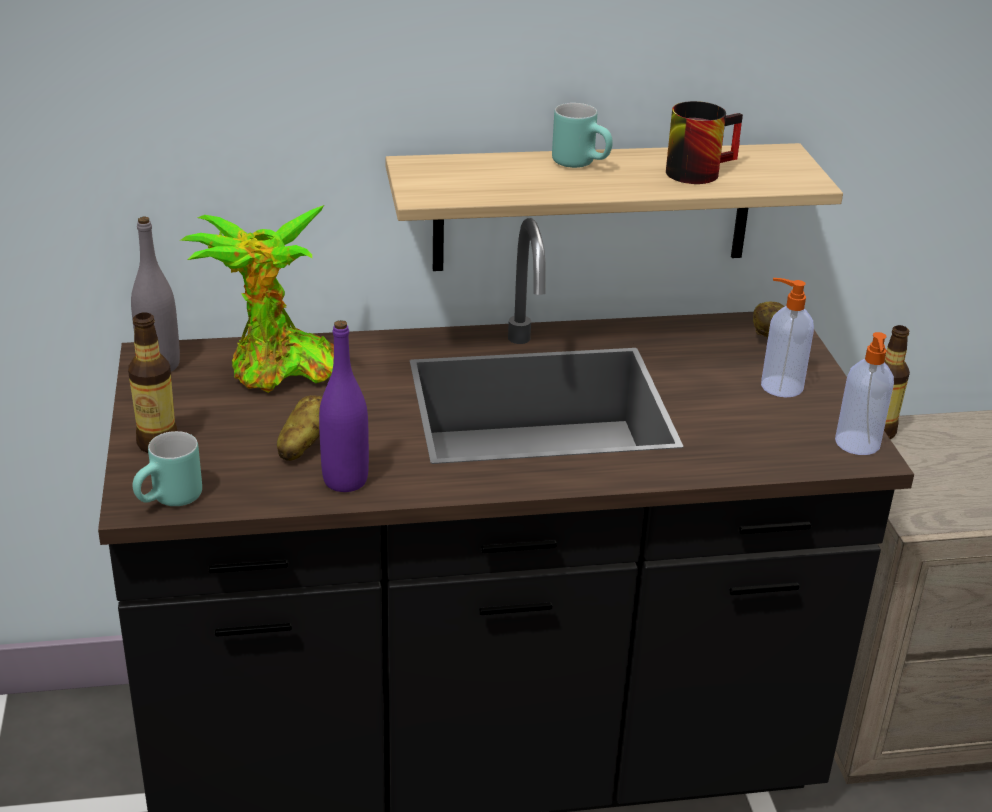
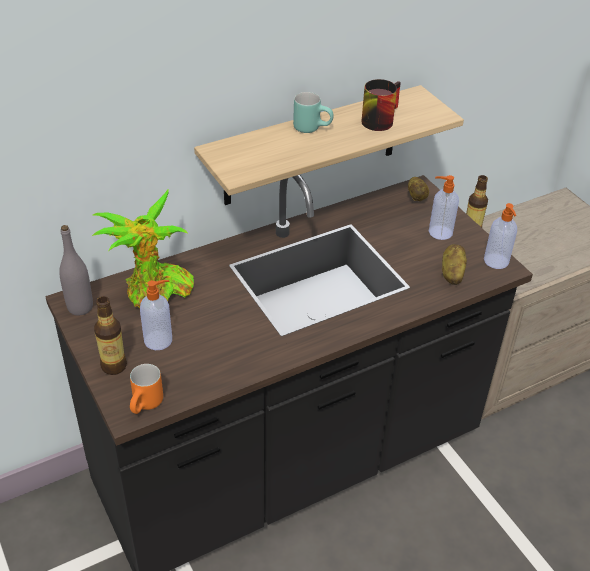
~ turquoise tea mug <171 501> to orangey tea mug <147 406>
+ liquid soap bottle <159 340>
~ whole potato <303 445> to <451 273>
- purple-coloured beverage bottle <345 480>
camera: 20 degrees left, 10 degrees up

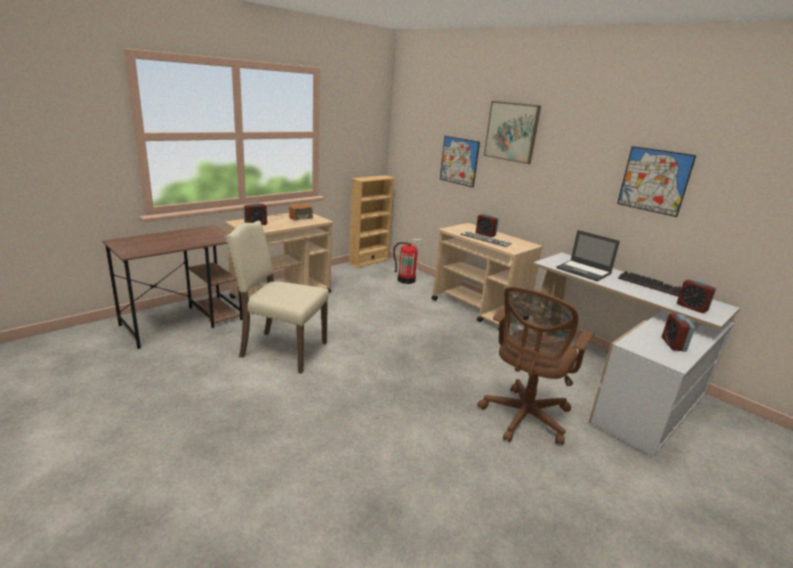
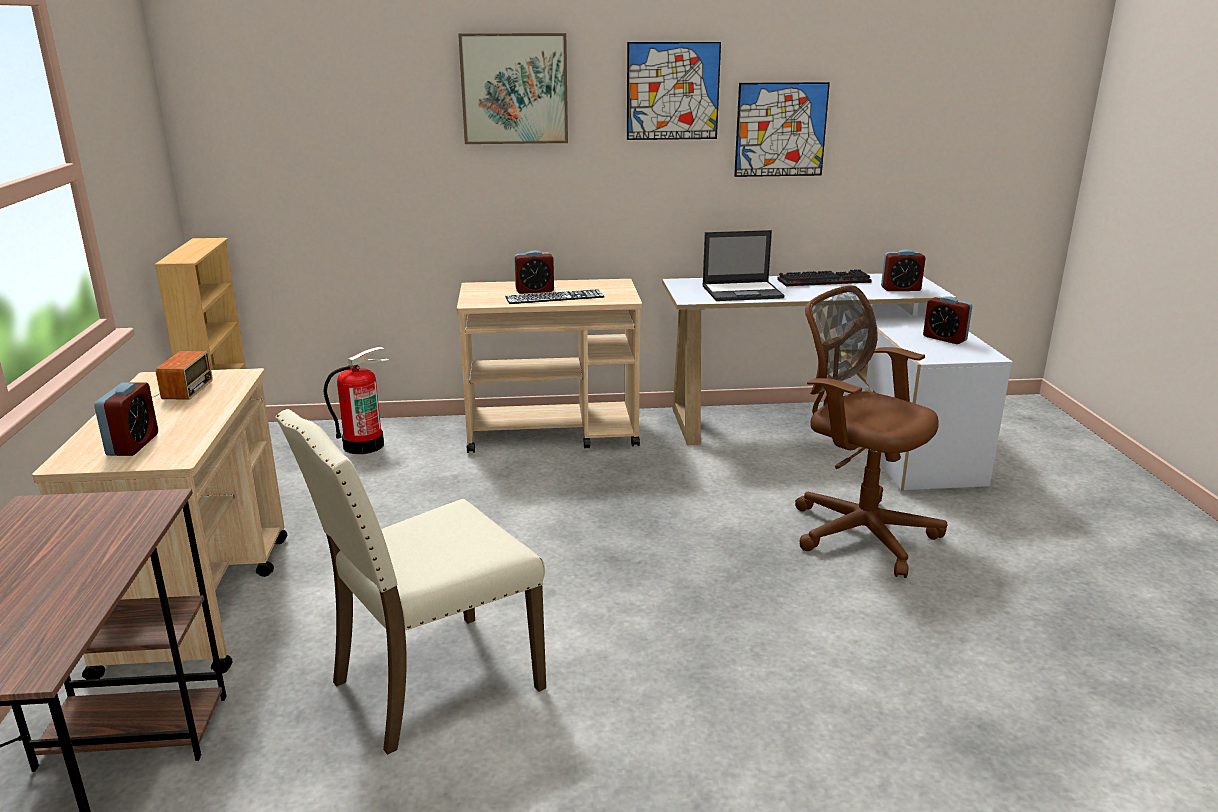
~ wall picture <459 161> to <672 91>
~ brown computer chair <523 419> = <857 531> 150 degrees clockwise
camera: 50 degrees left, 0 degrees up

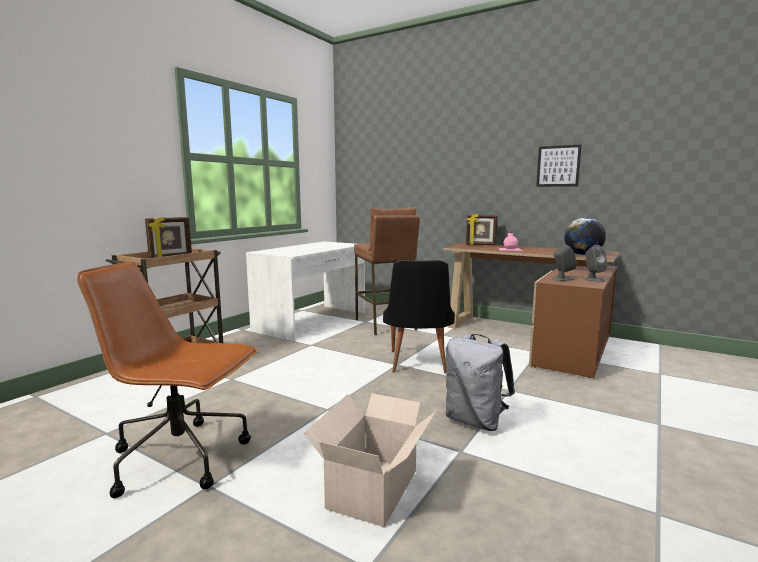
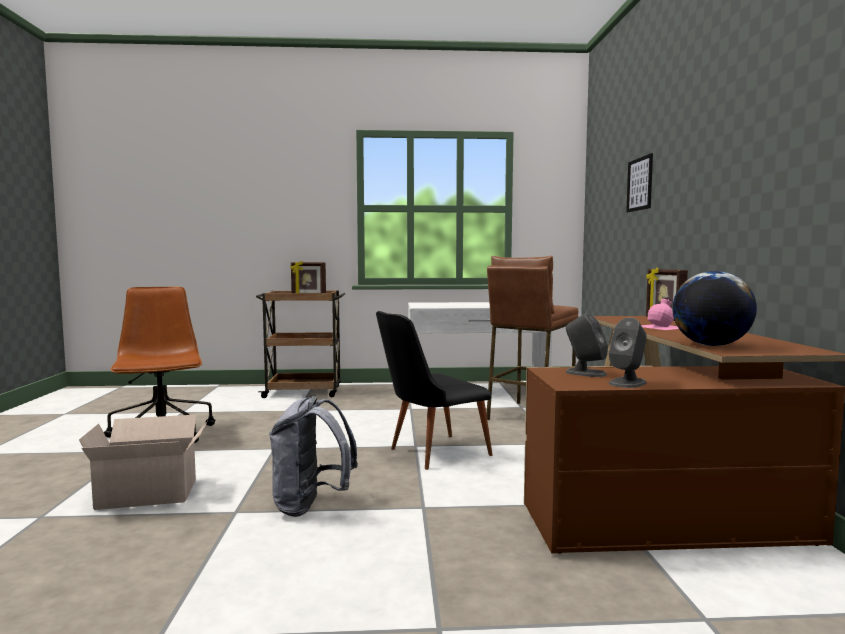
~ wall picture <558 166> to <640 184>
camera: 55 degrees right, 5 degrees down

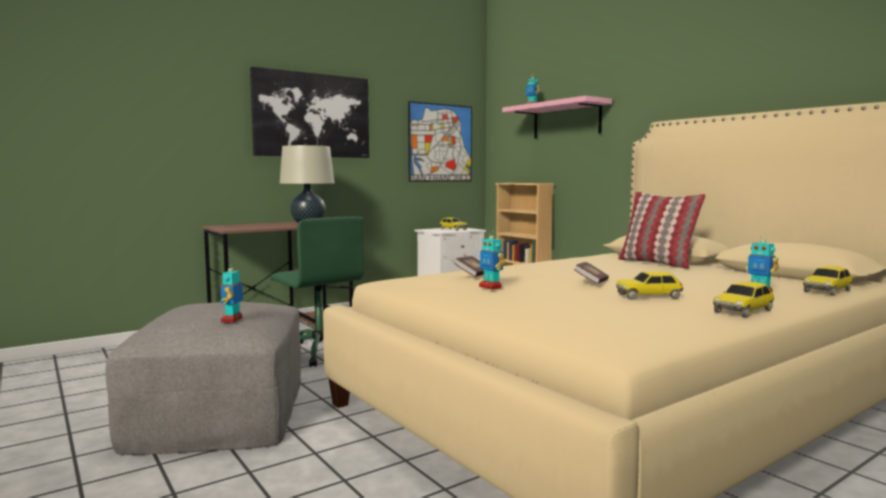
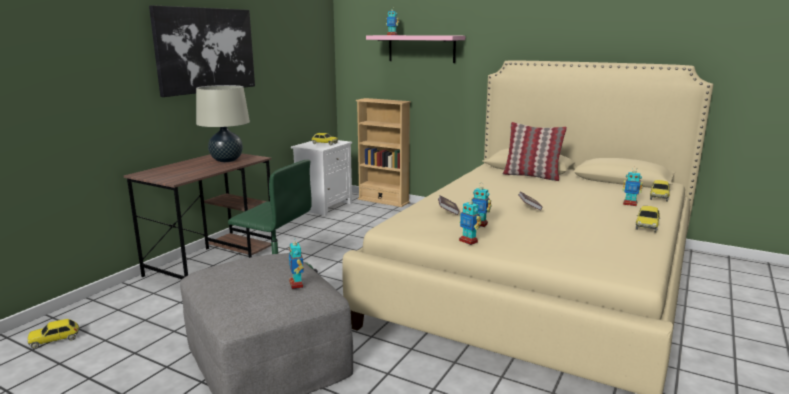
~ toy car <648 296> to <55 339>
+ robot figure <468 241>
- wall picture <440 143>
camera: 25 degrees left, 10 degrees up

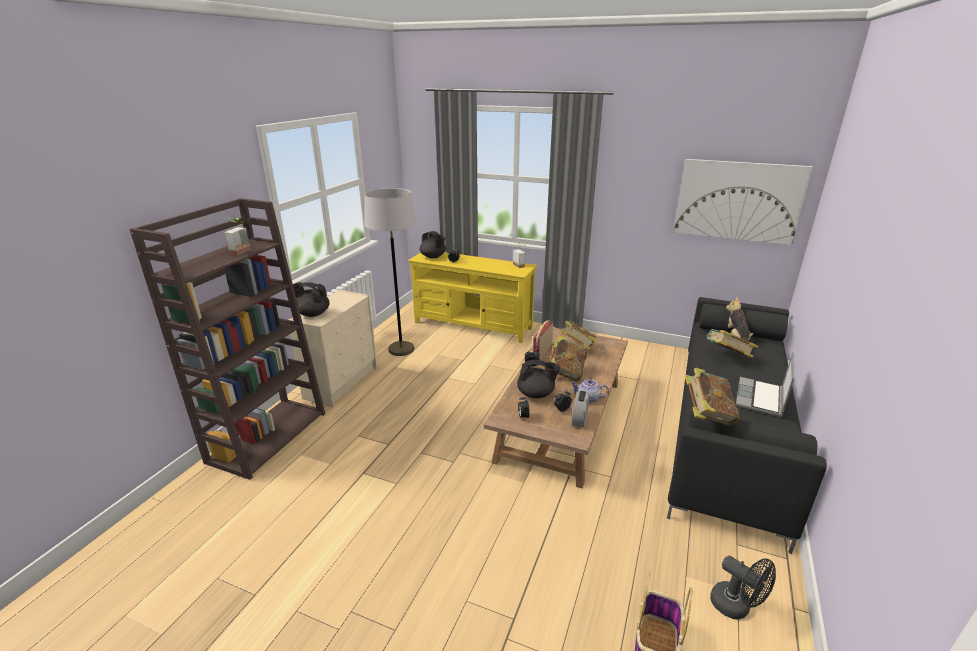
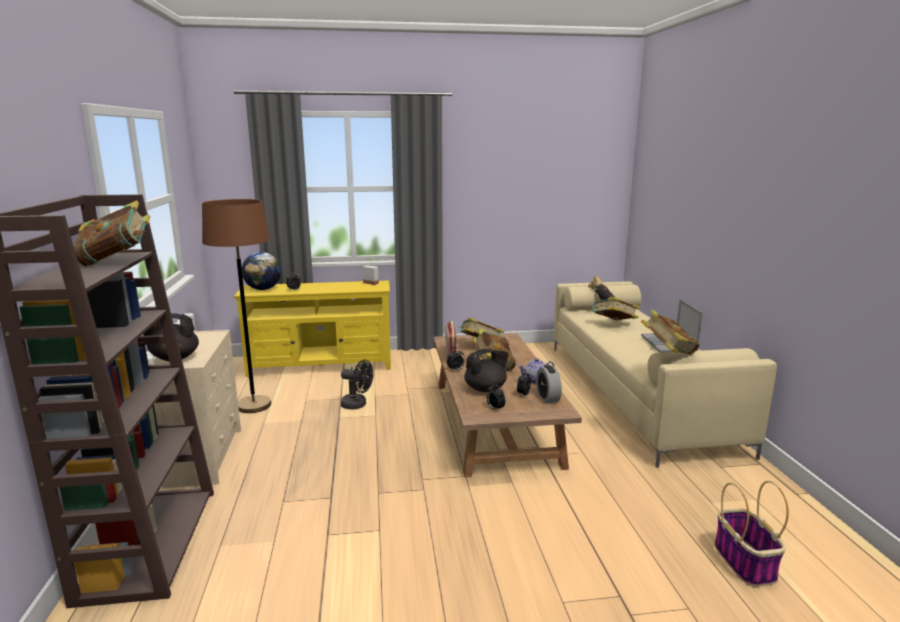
~ houseplant <243 252> to book <117 261>
~ greyish standing lamp <401 349> to brown standing lamp <253 405>
~ blackish teapot <433 257> to world globe <263 289>
~ blackish cooling fan <736 607> to <357 405>
~ blackish couch <728 434> to beige-coloured couch <637 394>
- wall picture <738 201>
camera: 30 degrees left, 10 degrees down

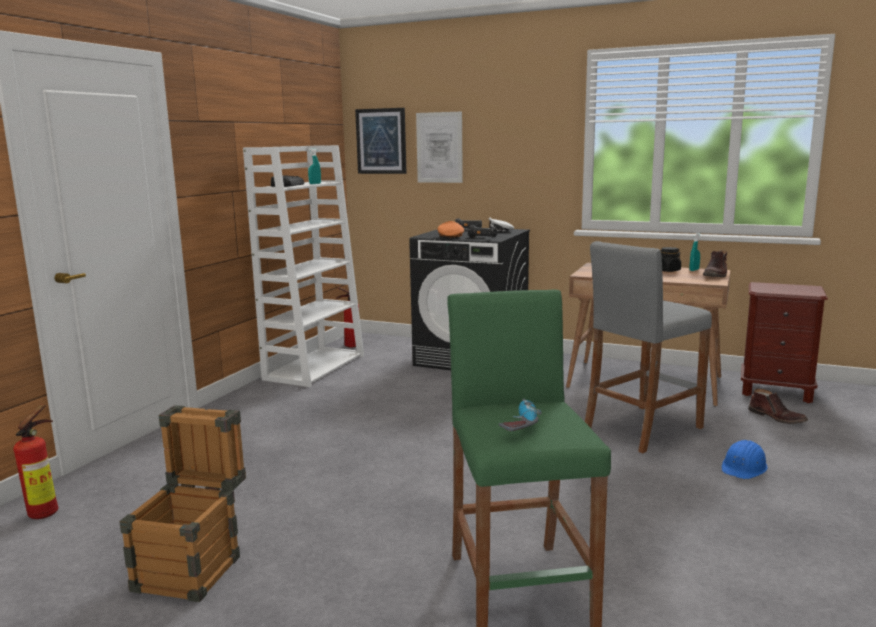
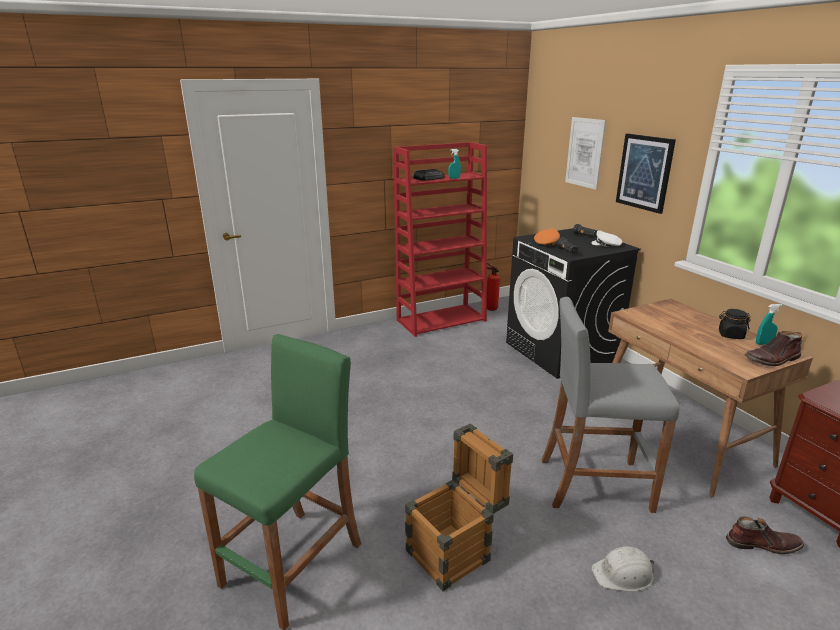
~ white bookcase <315 367> to reddish bookcase <441 320>
~ shipping crate <195 566> to <456 551>
~ blue hard hat <744 467> to white hard hat <623 574>
~ wall picture <381 141> to <644 172>
~ brown boot <777 417> = <762 544> 90 degrees counterclockwise
- fire-fighting cylinder <47 512>
- power drill <519 424>
camera: 40 degrees right, 10 degrees up

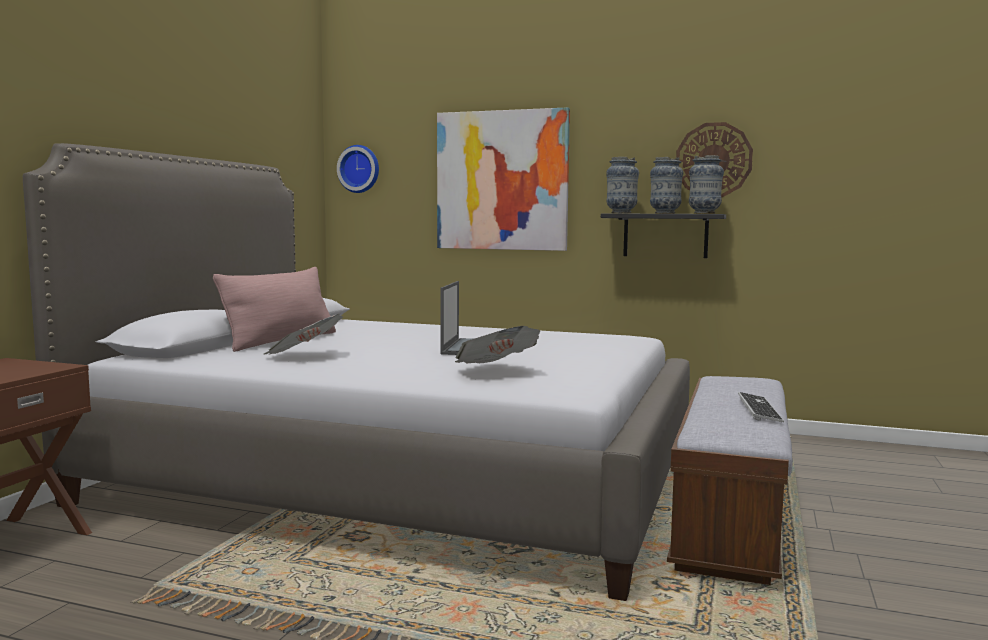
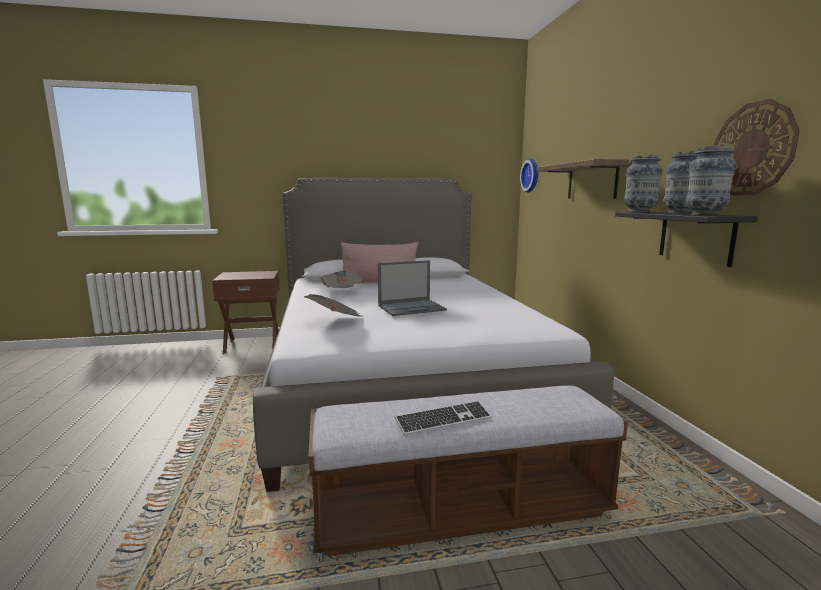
~ wall picture <502 180> to wall shelf <592 181>
camera: 60 degrees right, 5 degrees up

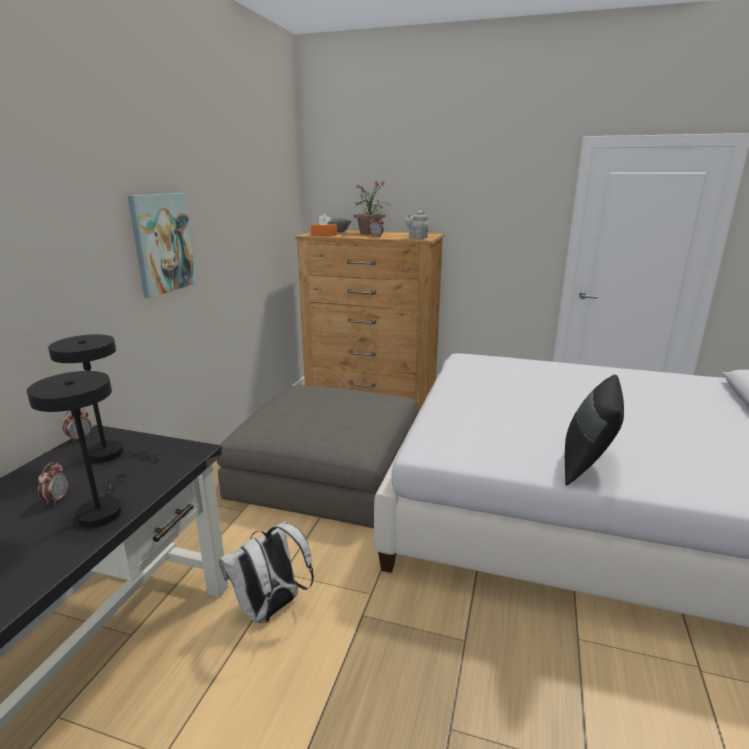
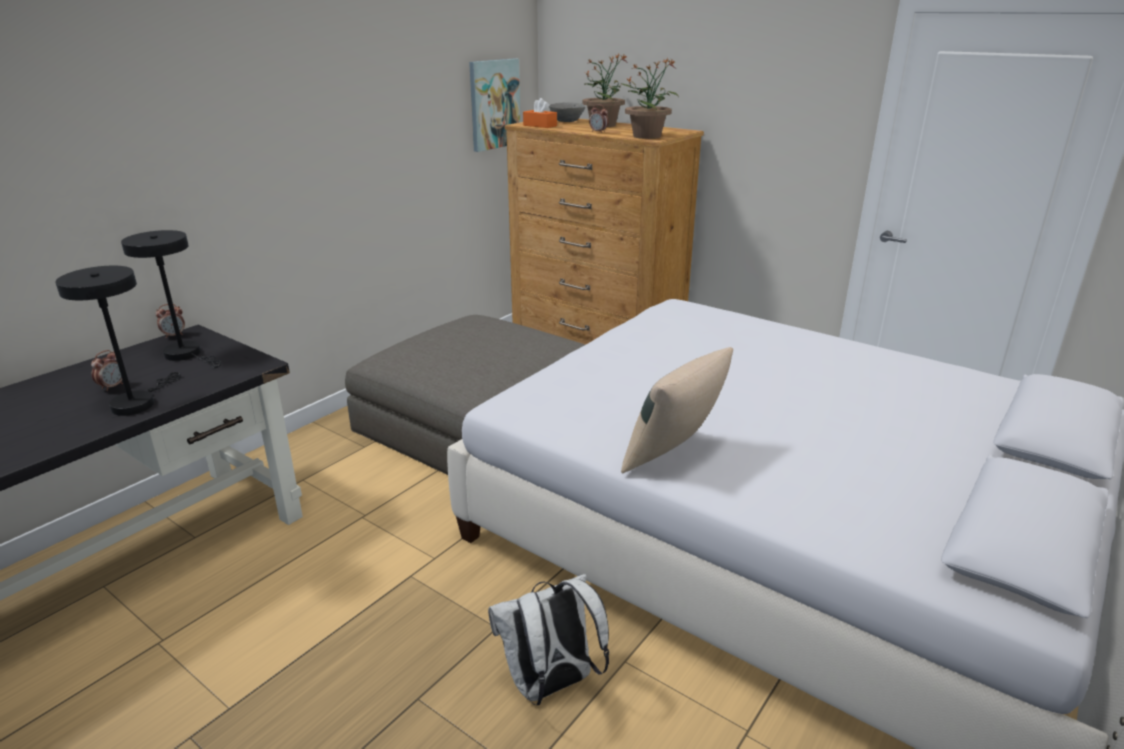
~ wall picture <162 243> to <494 104>
~ white rucksack <270 609> to <550 685>
~ blackish throw pillow <586 466> to beige-coloured throw pillow <674 458>
~ greyish teapot <416 237> to houseplant <647 136>
camera: 20 degrees right, 5 degrees up

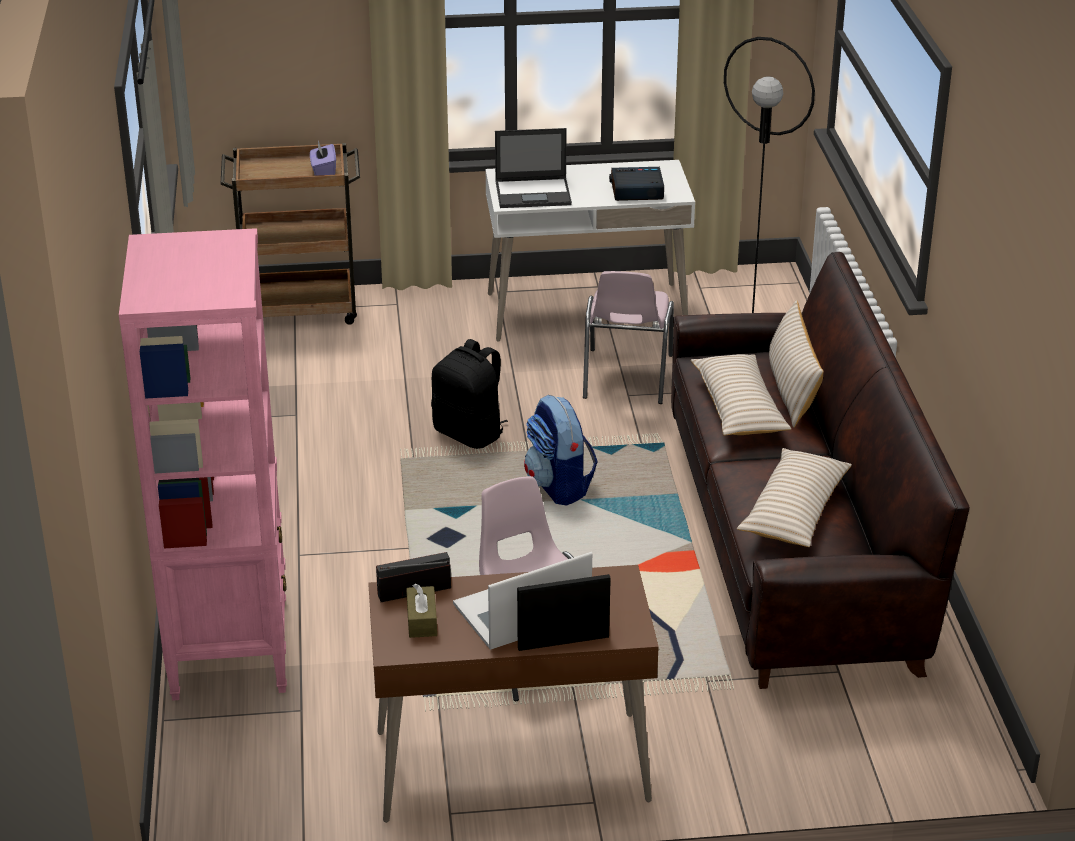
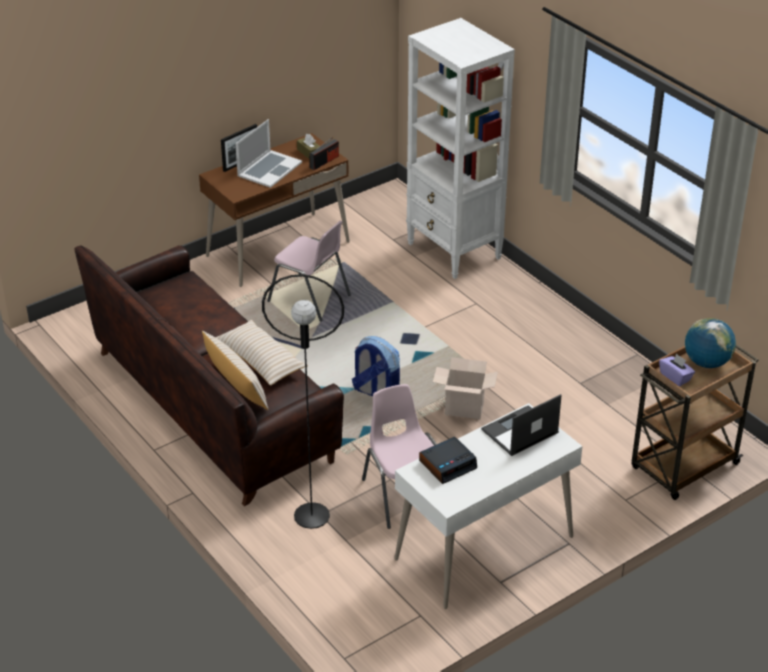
~ pink bookcase <230 649> to white bookcase <454 251>
~ blackish rucksack <470 434> to packing box <462 409>
+ world globe <706 362>
- beige-coloured throw pillow <794 511>
camera: 150 degrees right, 5 degrees up

